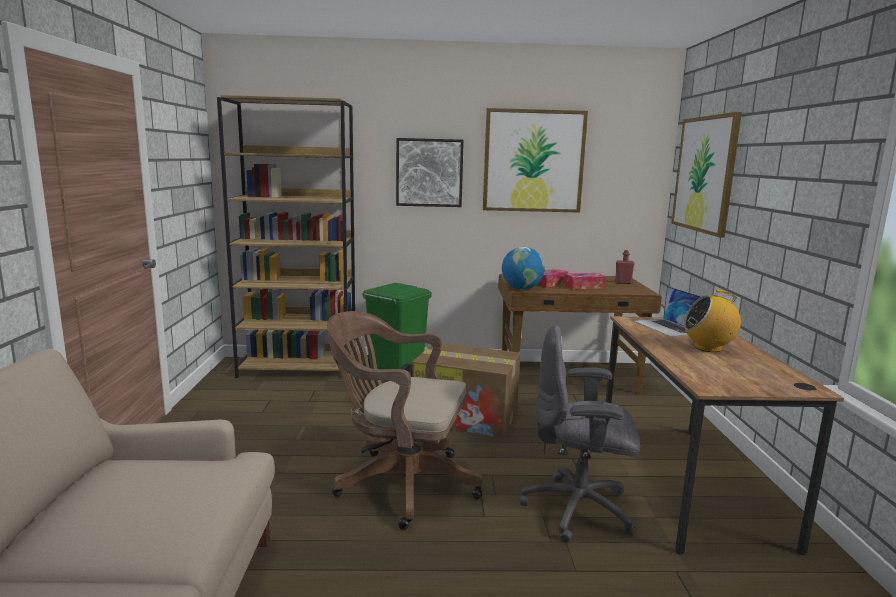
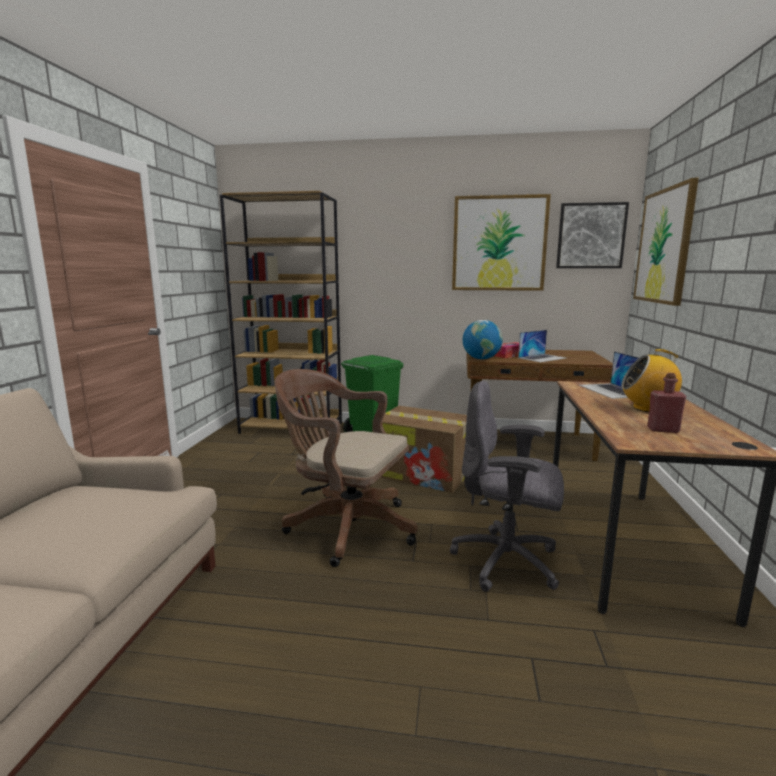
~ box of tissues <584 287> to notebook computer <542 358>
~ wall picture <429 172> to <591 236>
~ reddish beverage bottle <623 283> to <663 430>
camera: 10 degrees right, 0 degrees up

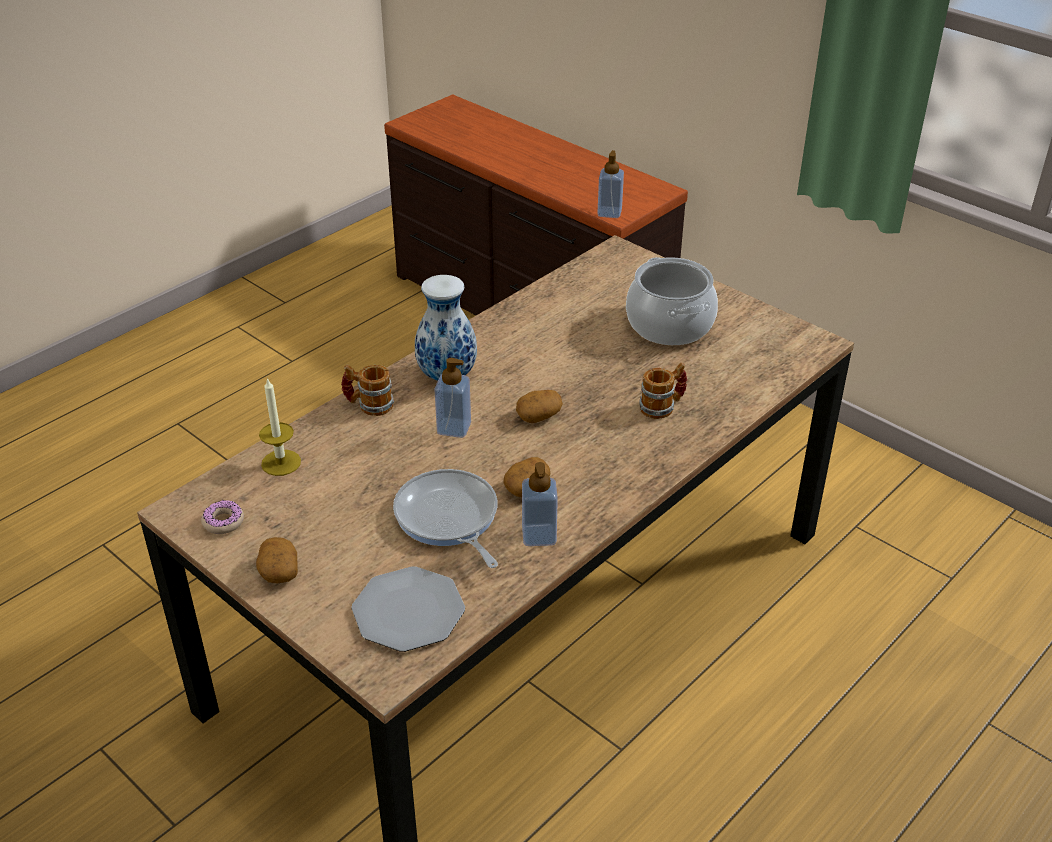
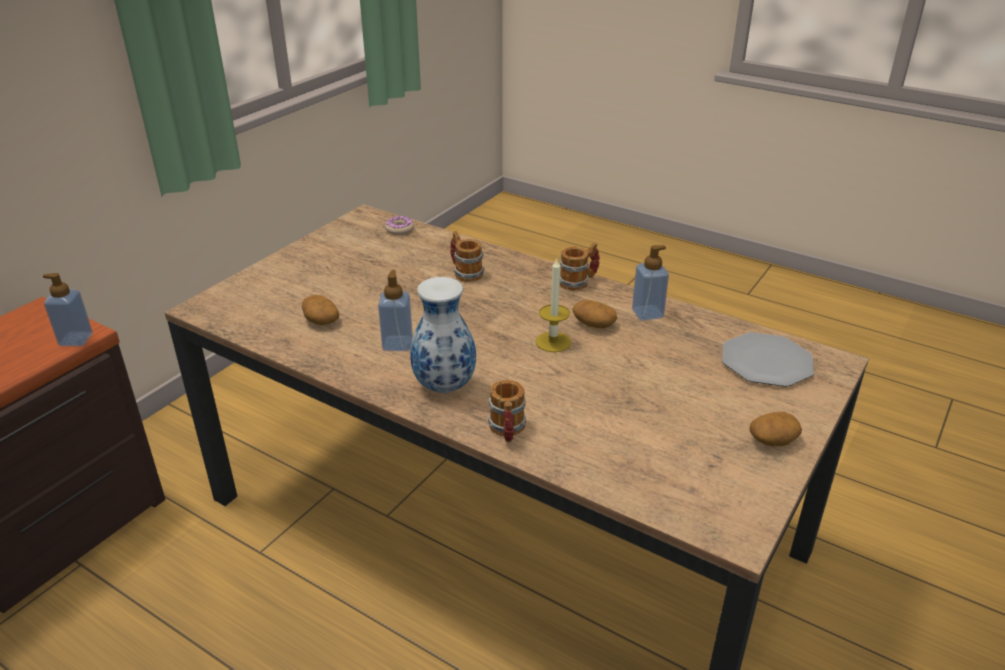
~ whole potato <539 415> to <320 320>
~ liquid soap bottle <454 428> to <397 344>
~ donut <223 522> to <399 229>
~ candle <281 463> to <553 342>
+ tea mug <578 282>
- frying pan <448 519>
- cooking pot <669 325>
camera: 100 degrees left, 5 degrees down

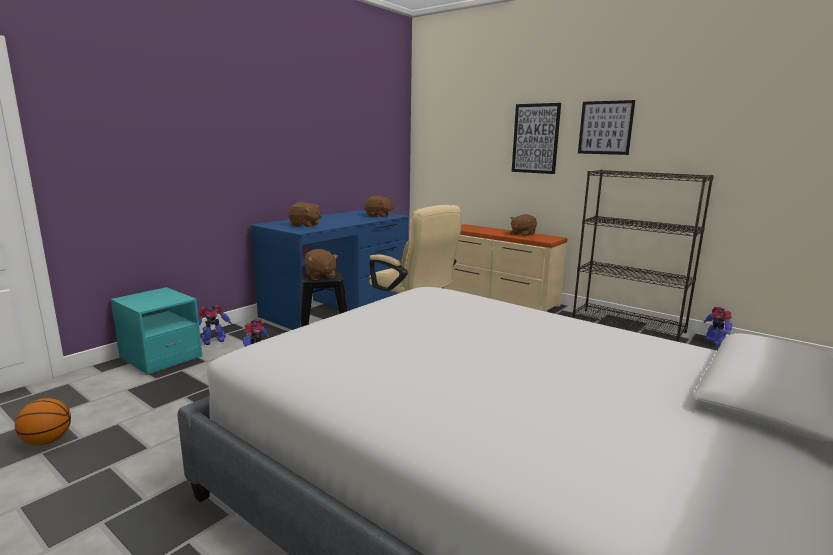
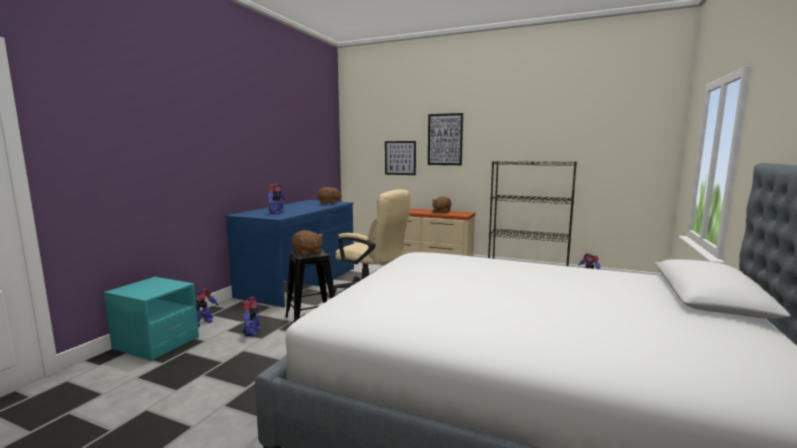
~ brown soft toy <305 225> to robot figure <276 213>
~ wall picture <605 127> to <400 158>
- basketball ball <47 441>
camera: 15 degrees left, 5 degrees down

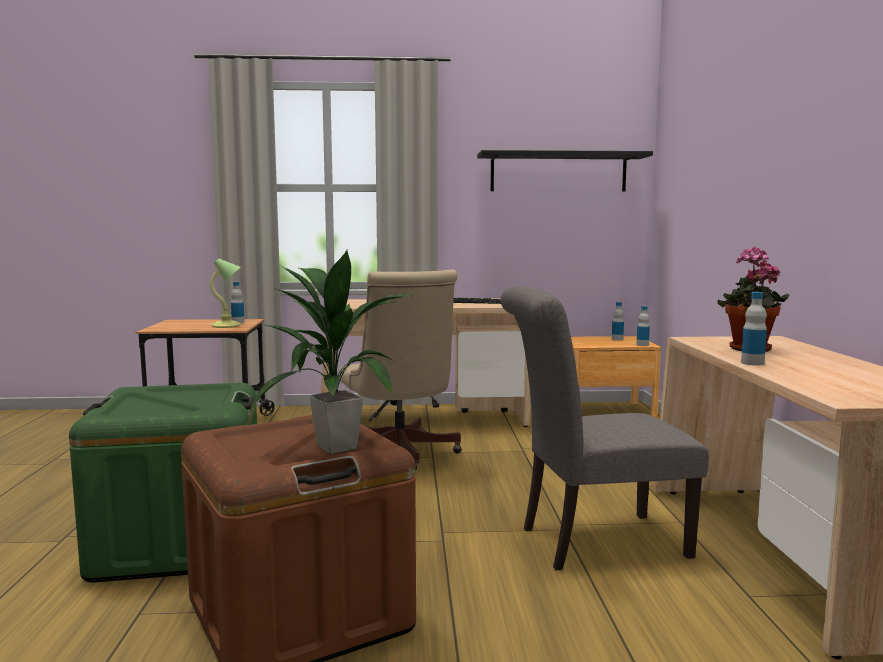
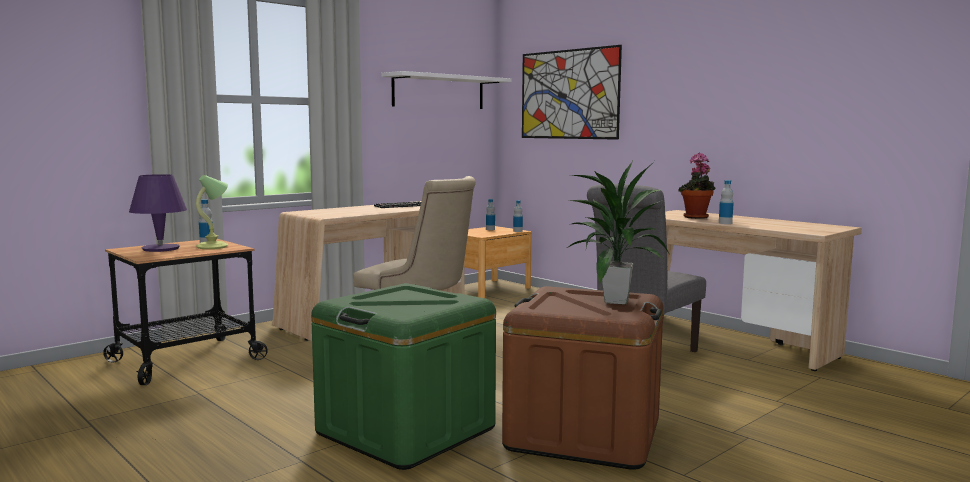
+ purple-coloured tabletop lamp <160 249>
~ blackish wall shelf <558 172> to white wall shelf <439 92>
+ wall picture <568 94>
camera: 40 degrees left, 0 degrees up

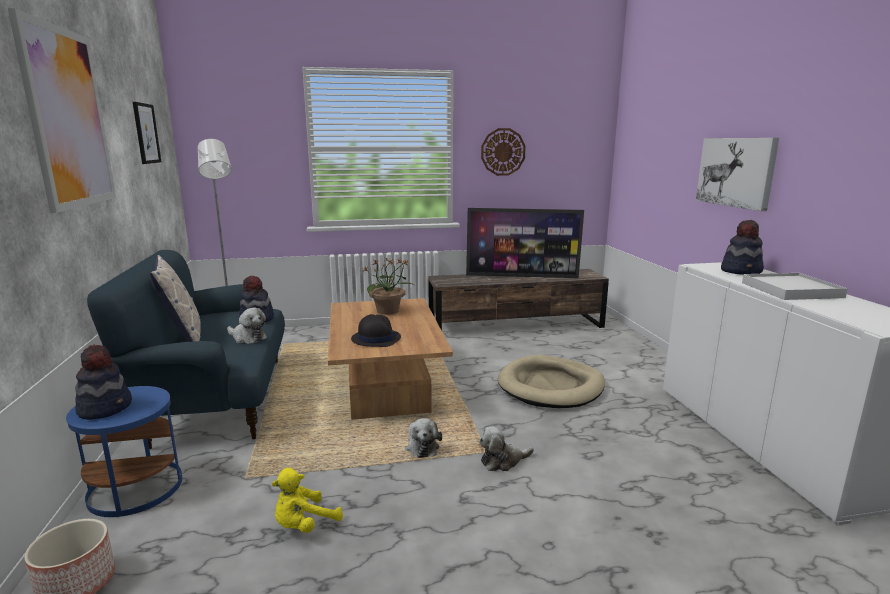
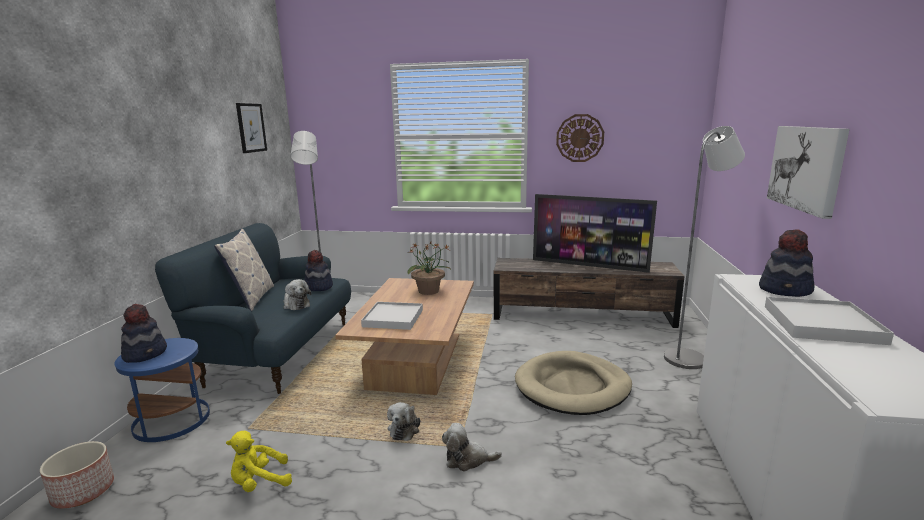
~ blackish clothing hat <375 338> to white carrying tray <393 318>
+ greyish standing lamp <689 357>
- wall picture <68 118>
camera: 20 degrees right, 0 degrees up

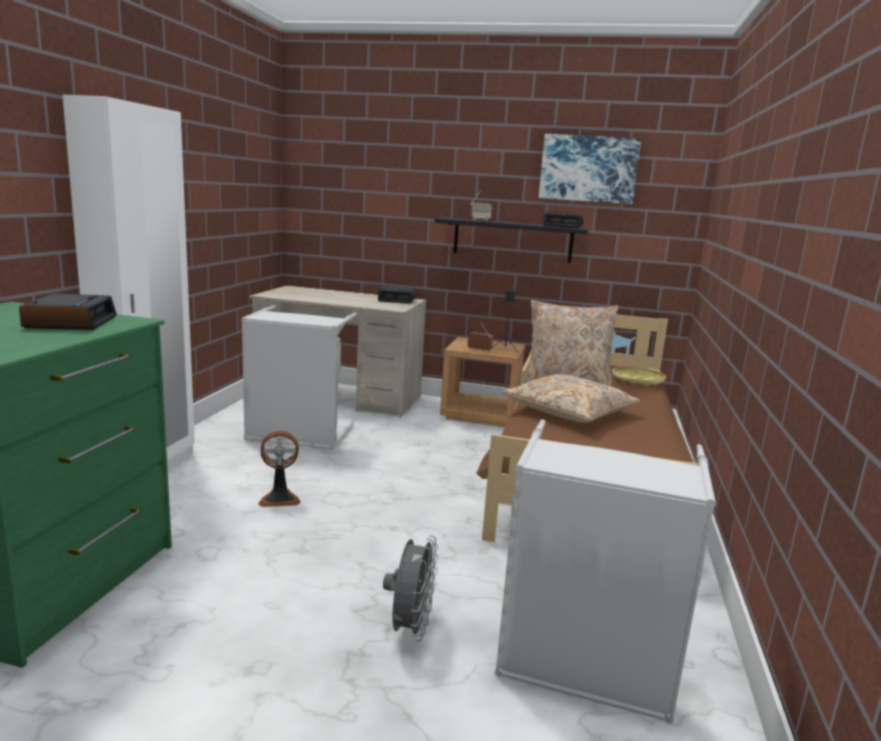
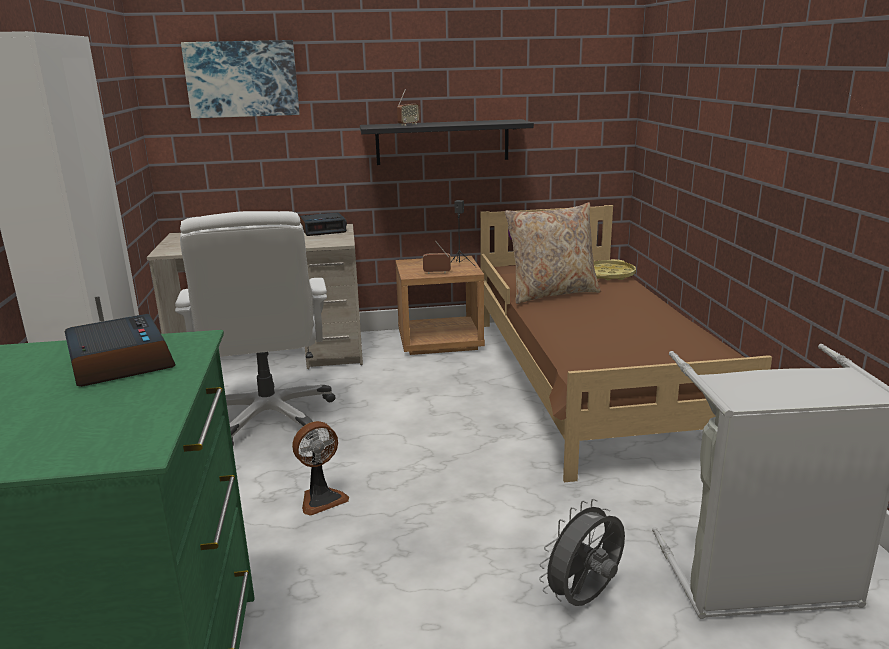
~ greyish laundry basket <297 436> to white computer chair <269 417>
~ wall picture <588 169> to <242 79>
~ greyish cooling fan <410 628> = <584 599> 120 degrees counterclockwise
- beige-coloured throw pillow <569 411>
- table clock <563 226>
camera: 20 degrees left, 5 degrees up

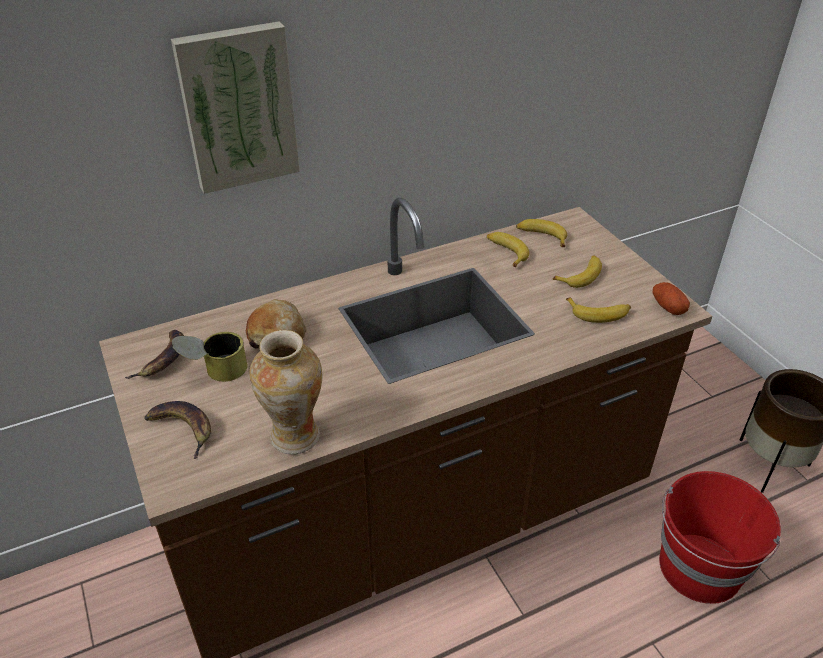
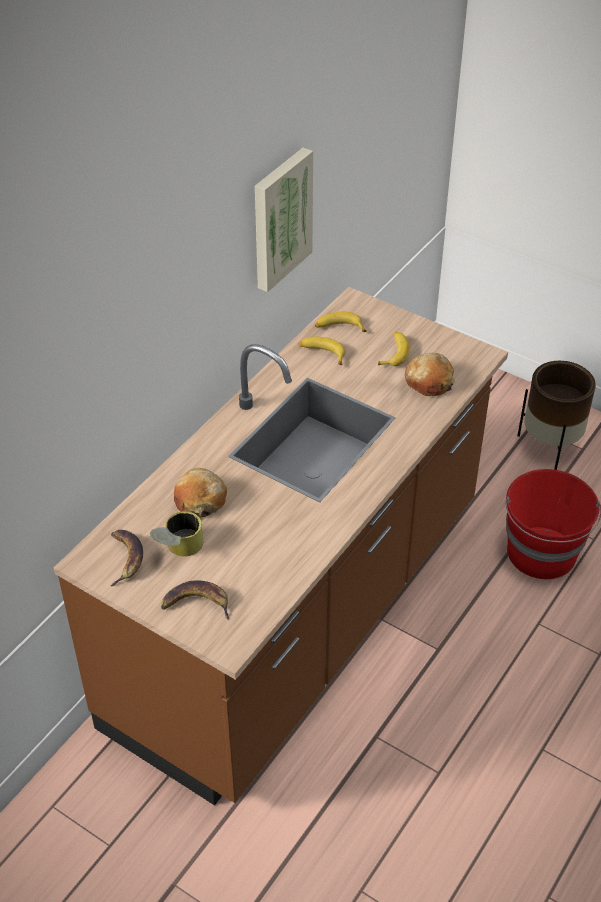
~ wall picture <238 107> to <280 218>
~ banana <599 313> to bakery bread <429 381>
- vase <294 438>
- whole potato <668 307>
camera: 30 degrees left, 5 degrees up

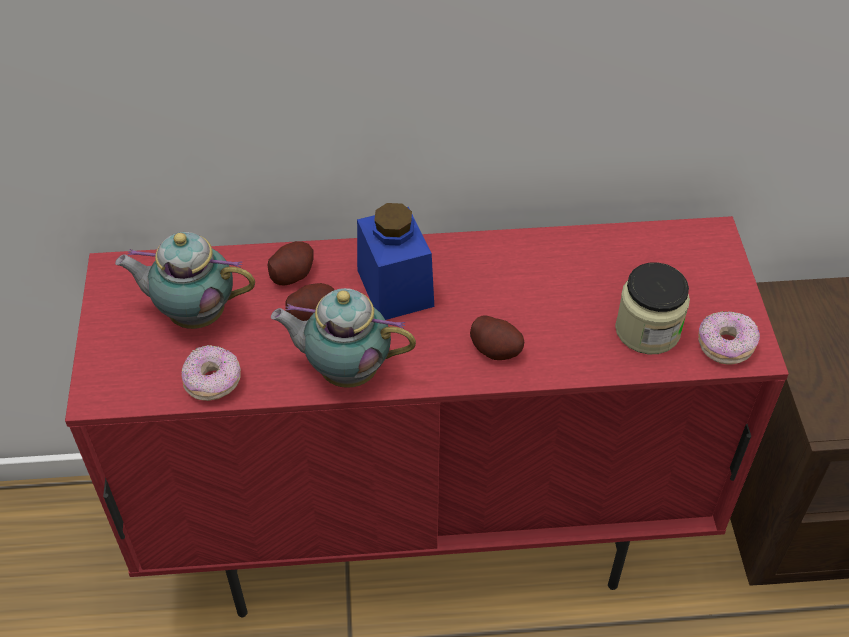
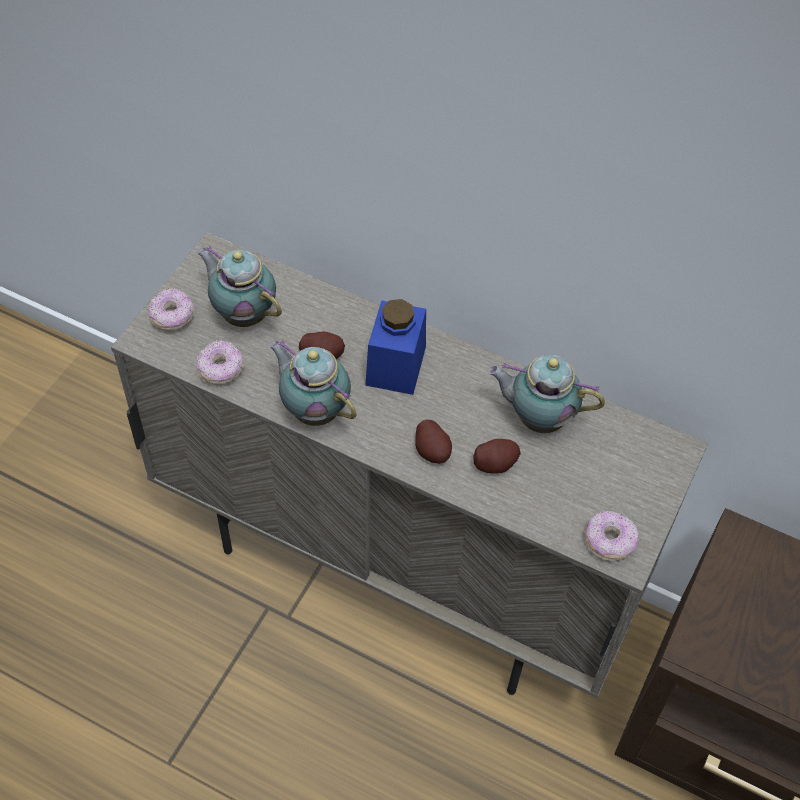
~ reddish cabinet <425 534> to beige-coloured cabinet <396 569>
+ donut <172 317>
~ whole potato <292 274> to <495 463>
+ teapot <537 418>
- jar <647 330>
camera: 30 degrees right, 5 degrees up

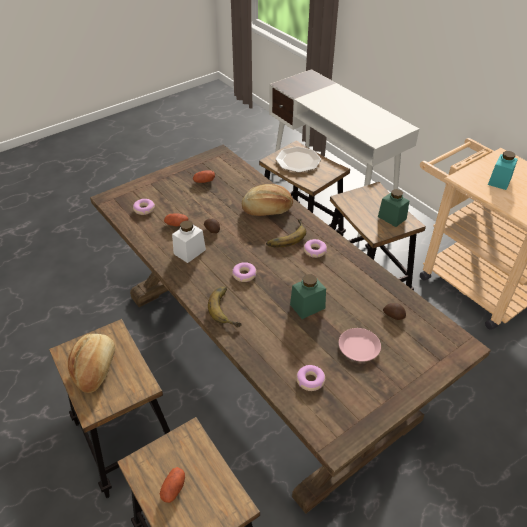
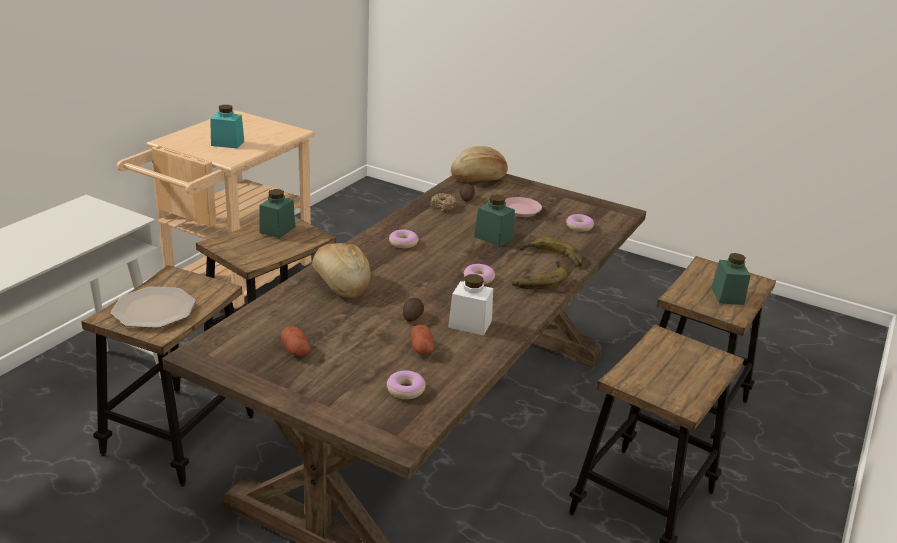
+ donut <443 206>
~ bakery bread <95 368> to <479 178>
~ banana <285 236> to <552 258>
~ whole potato <173 489> to green jar <727 296>
camera: 115 degrees left, 15 degrees down

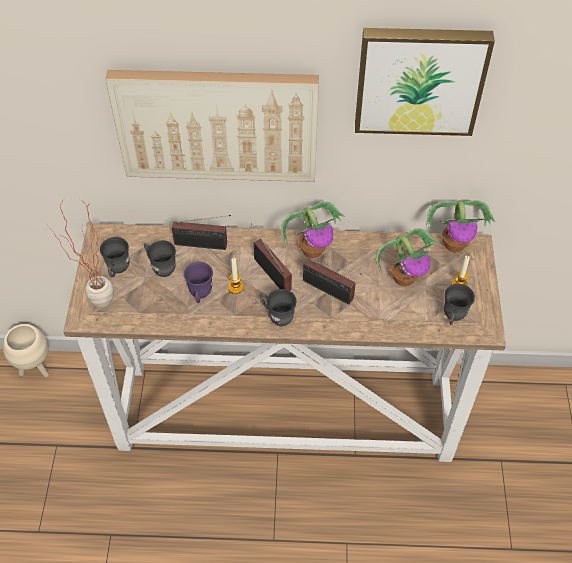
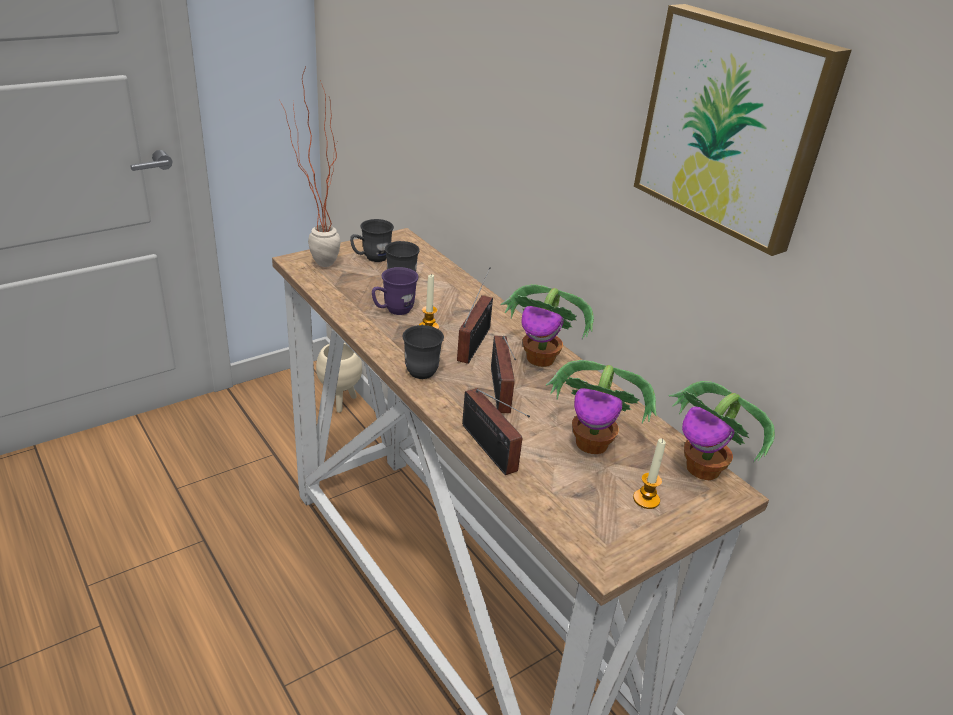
~ radio set <203 245> to <490 451>
- wall picture <217 124>
- greyish tea mug <453 317>
camera: 50 degrees right, 20 degrees down

